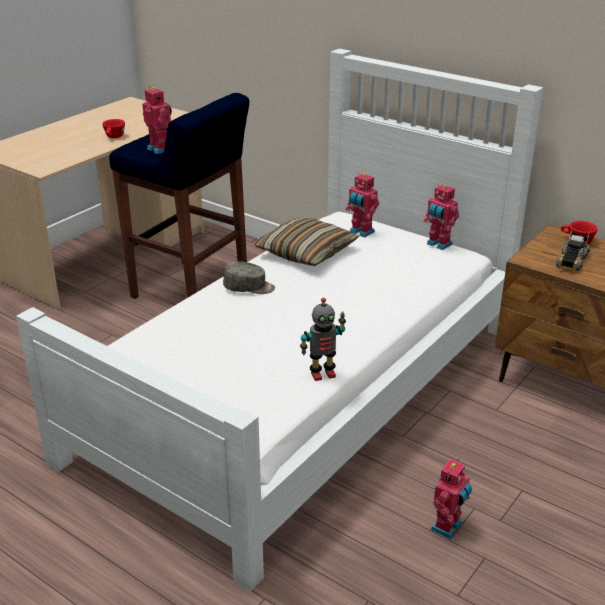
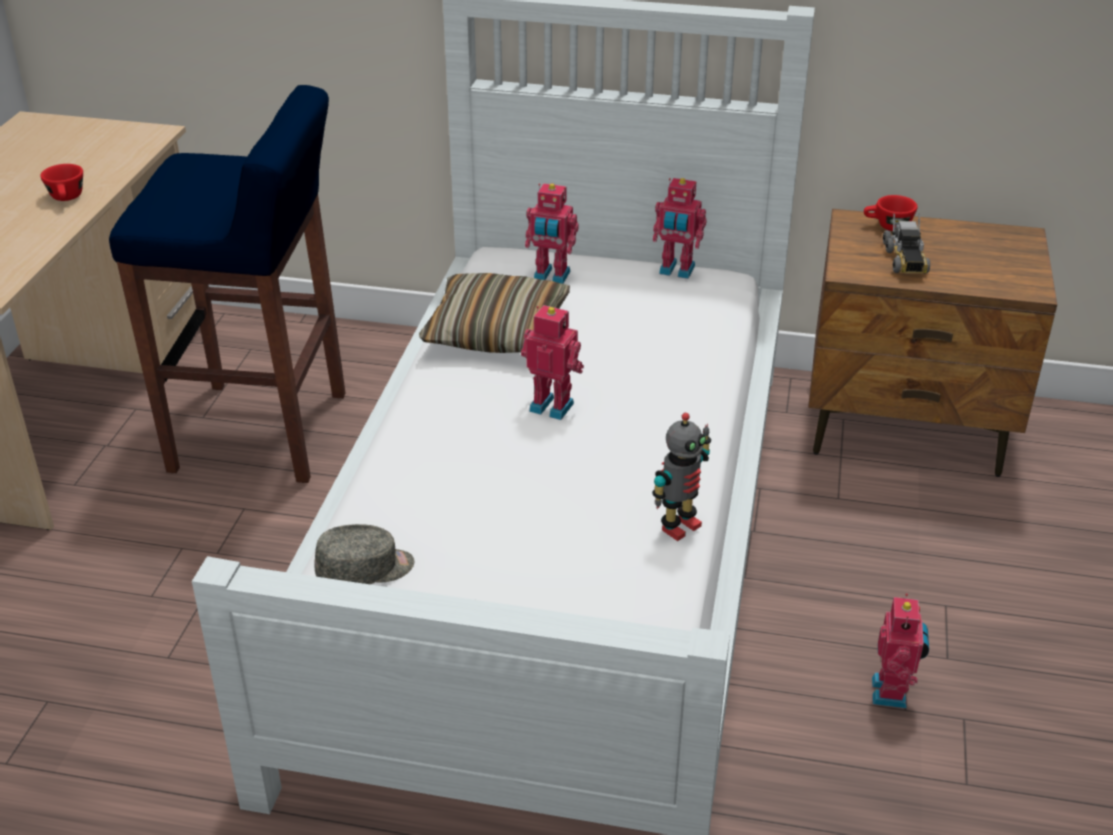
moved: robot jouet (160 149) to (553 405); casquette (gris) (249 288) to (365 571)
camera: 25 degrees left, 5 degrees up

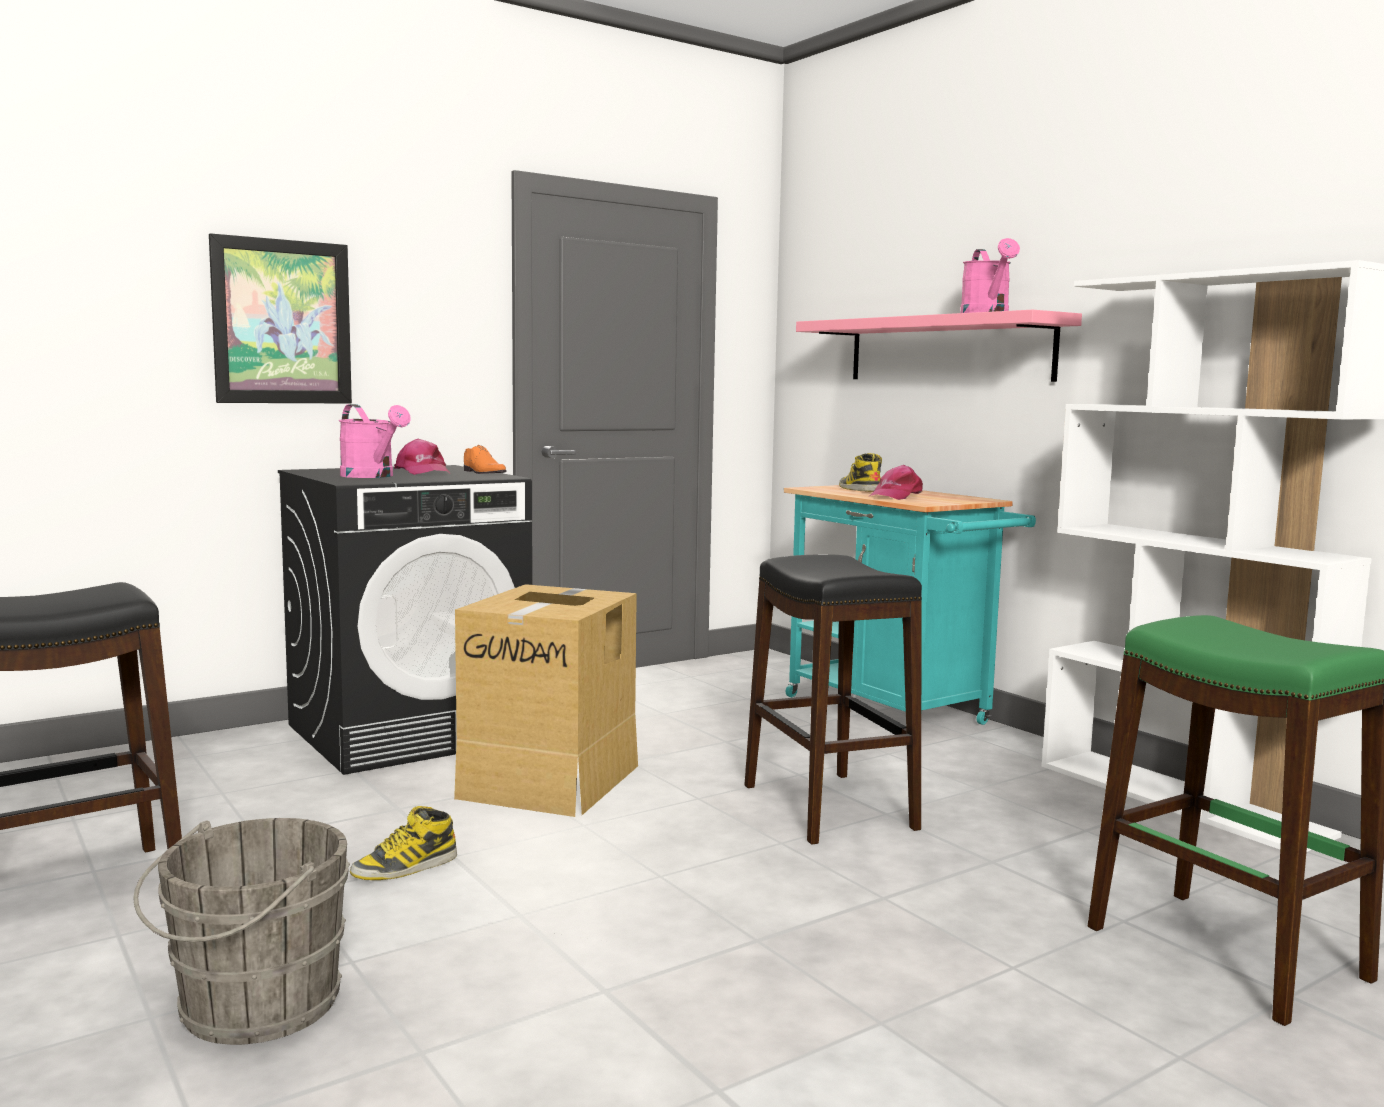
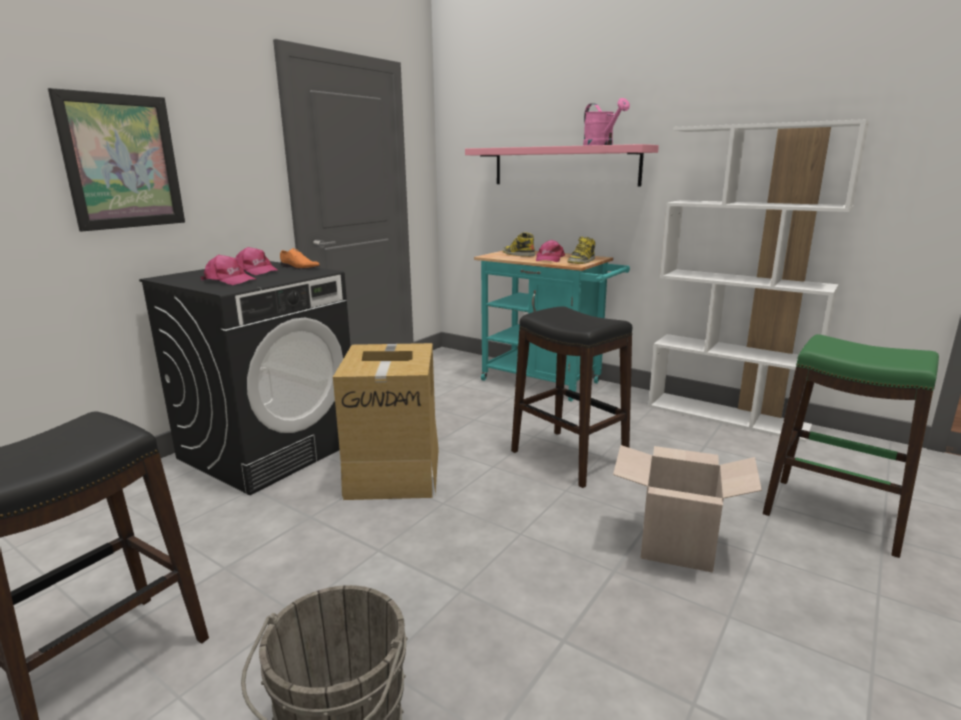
added: carton (676 546)
moved: botte (405 867) to (581 261)
replaced: arrosoir (rose) (372 476) to casquette (rose) (229 280)
camera: 20 degrees left, 10 degrees up

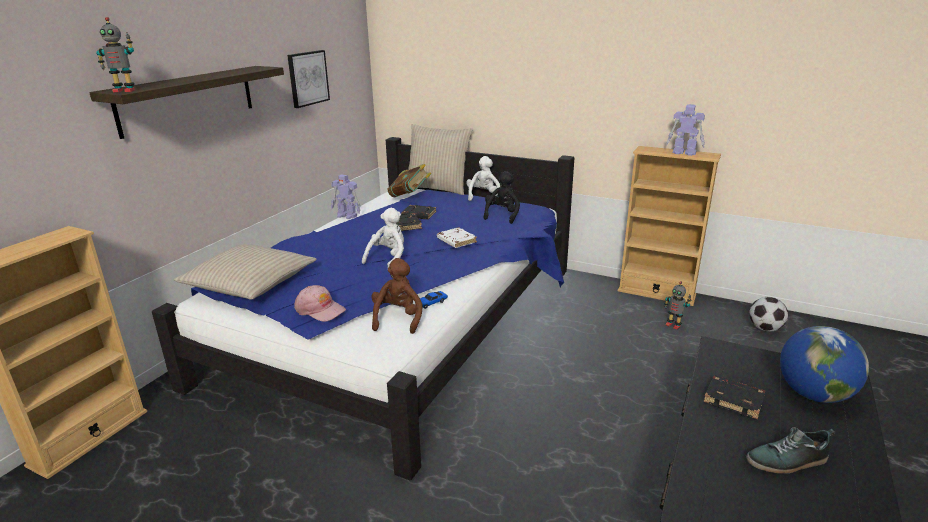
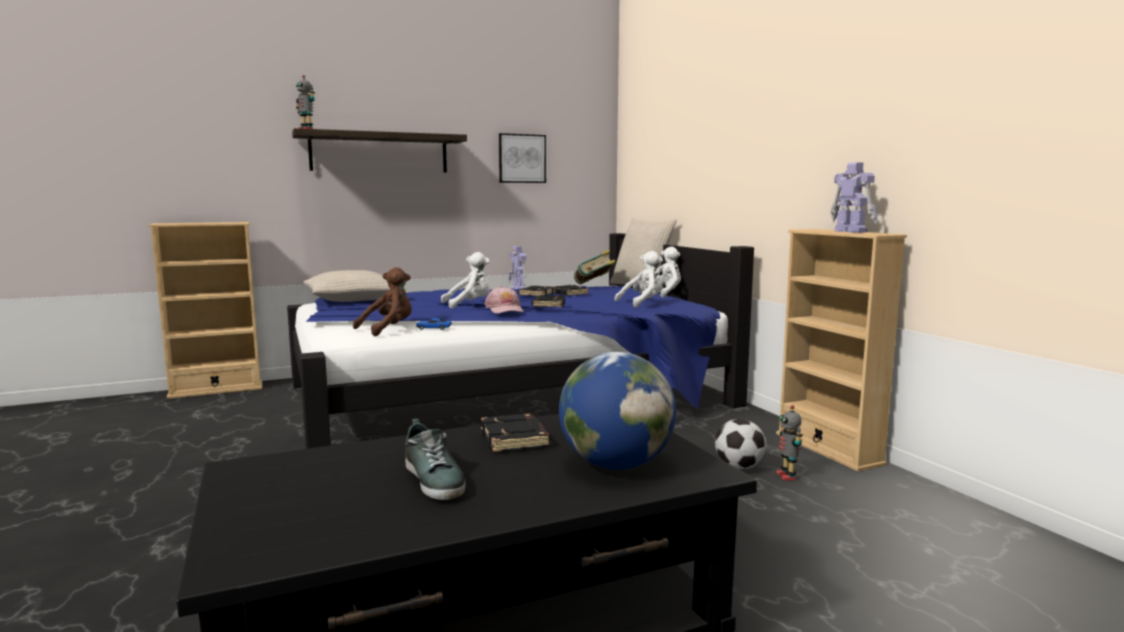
moved: casquette (rose) (320 309) to (505 309); ballon de foot (764 328) to (739 467)
recoloured: livre (blanc) (456 241) to livre (noir) (548 305); peluche (noir) (502 215) to peluche (blanc) (643 303)
turned: chaussure (787 461) = (435 479) 150 degrees counterclockwise
camera: 40 degrees right, 15 degrees down

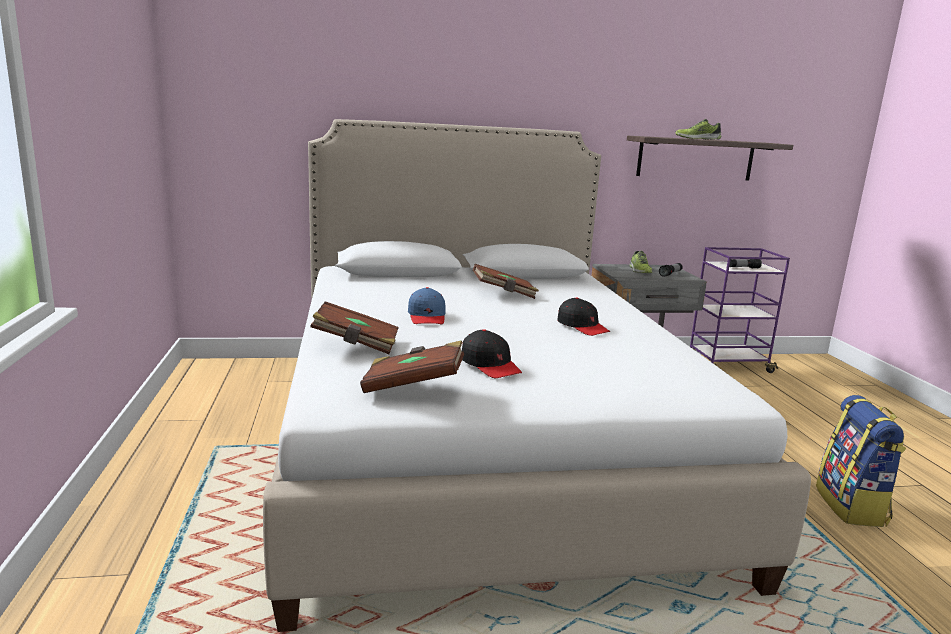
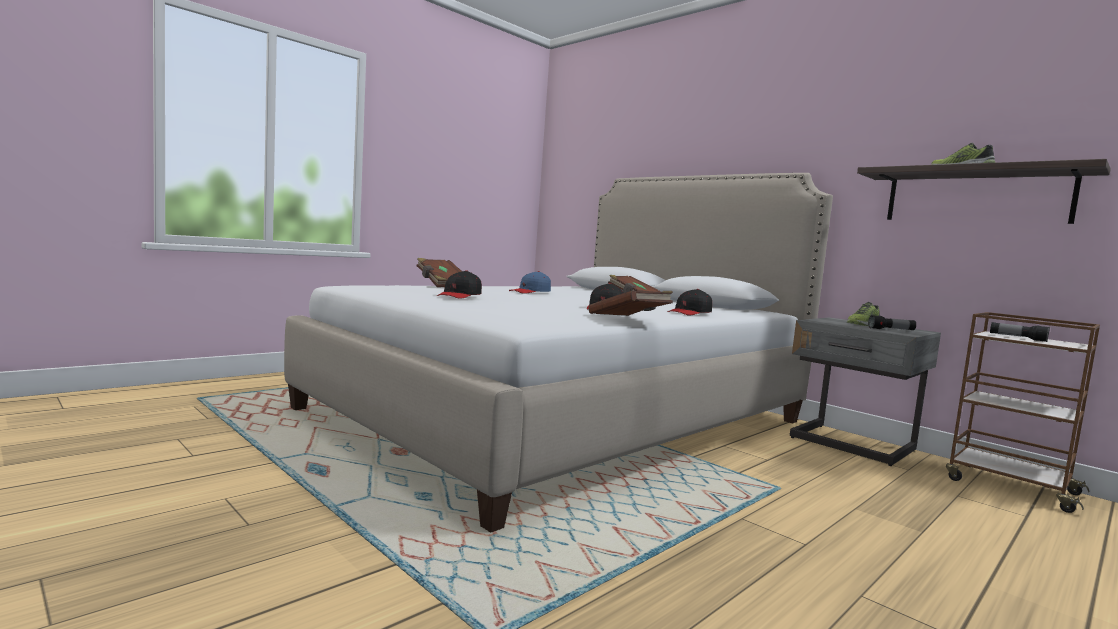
removed: sac à dos (852 506)
added: casquette (noir) (690 313)
moved: livre (marron) (413 386) to (629 320)
recoloured: chariot (violet) (728 365) to chariot (marron) (1009 486)
camera: 55 degrees right, 10 degrees down

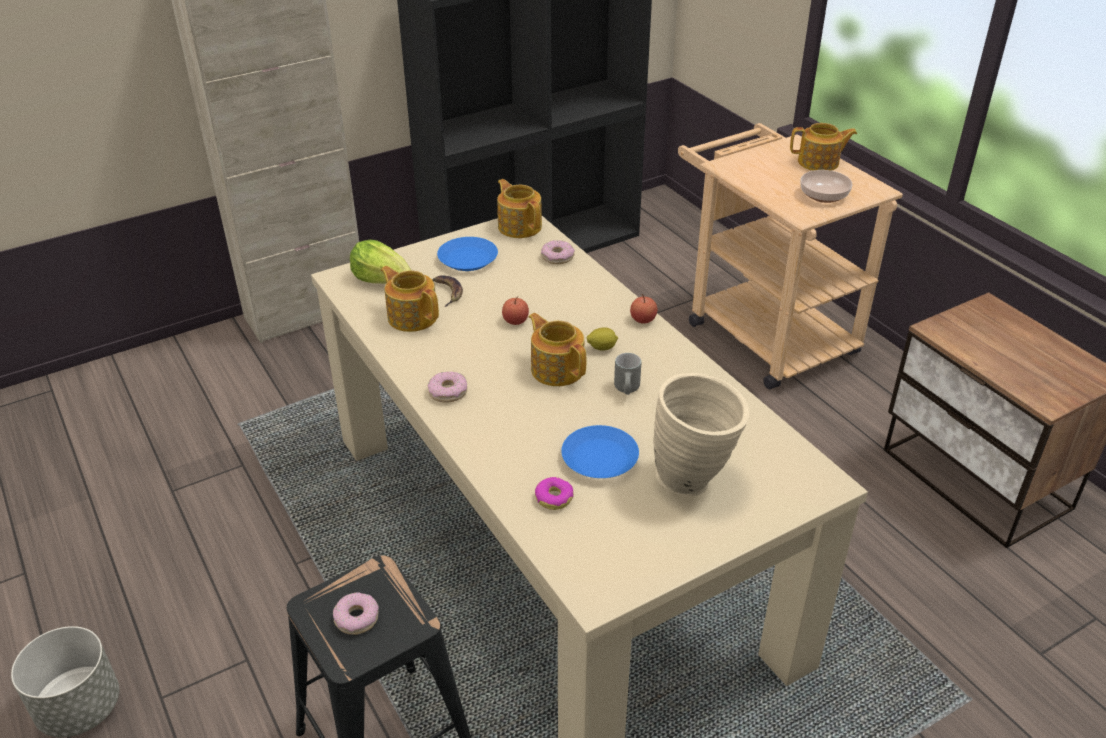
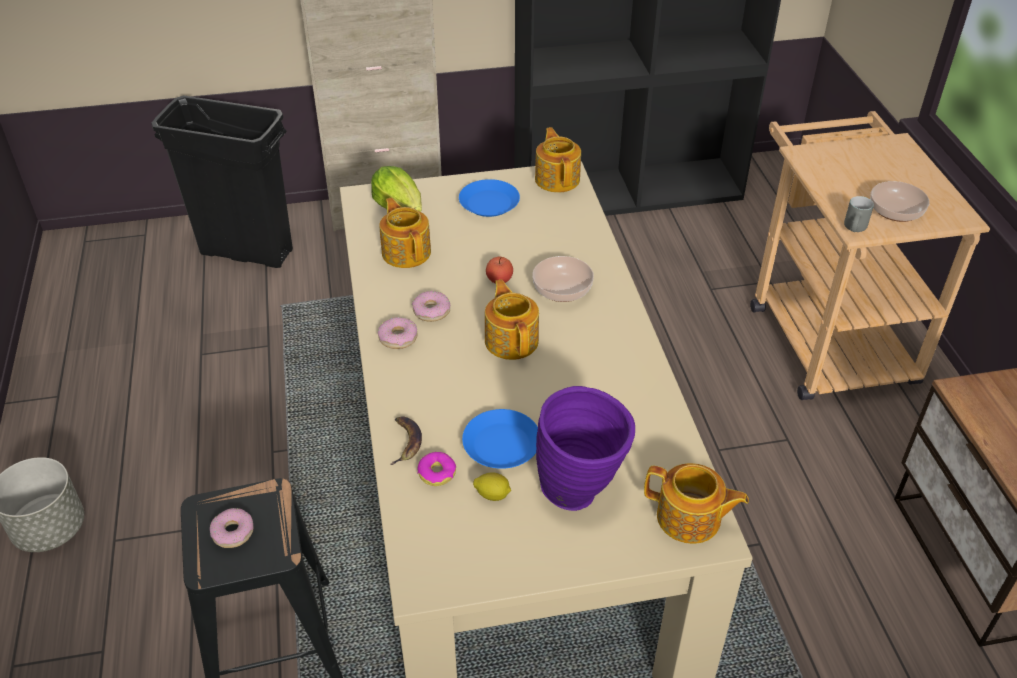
removed: pomme (643 319)
added: poubelle (noir) (247 252); bol (561 289)
moved: banane (448 292) to (405 441); beignet (557 257) to (431 311); citron (602 348) to (492 495); mug (gris) (628 390) to (855 230); théière (819 162) to (690 519)
recoloured: vase (beige) (695 479) to vase (violet) (581 493)
camera: 20 degrees right, 5 degrees up

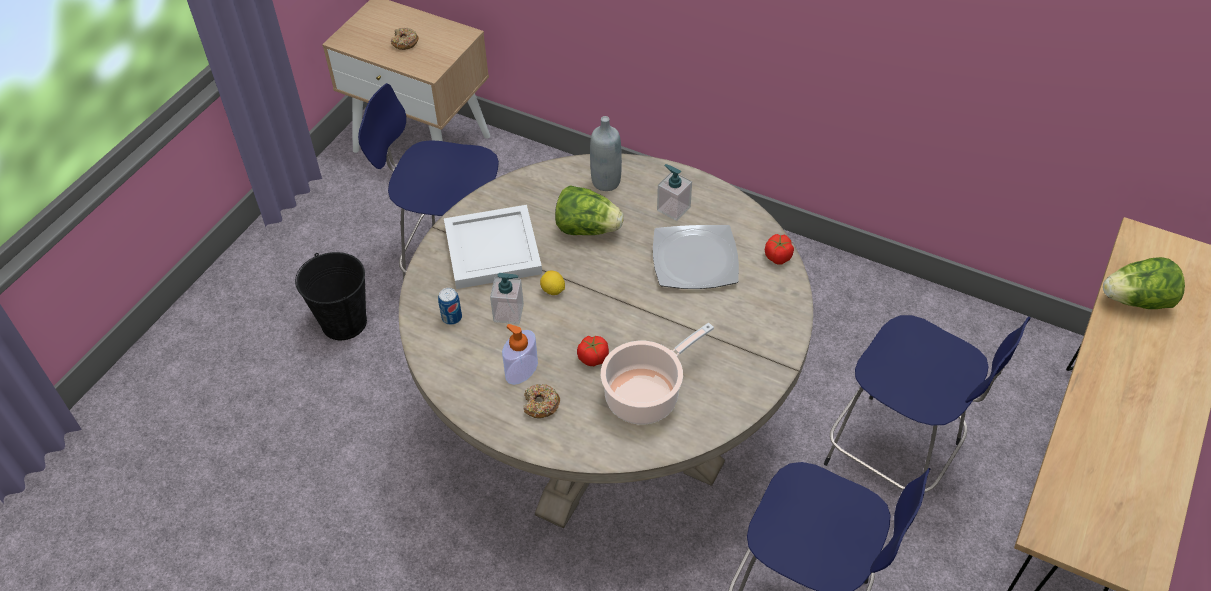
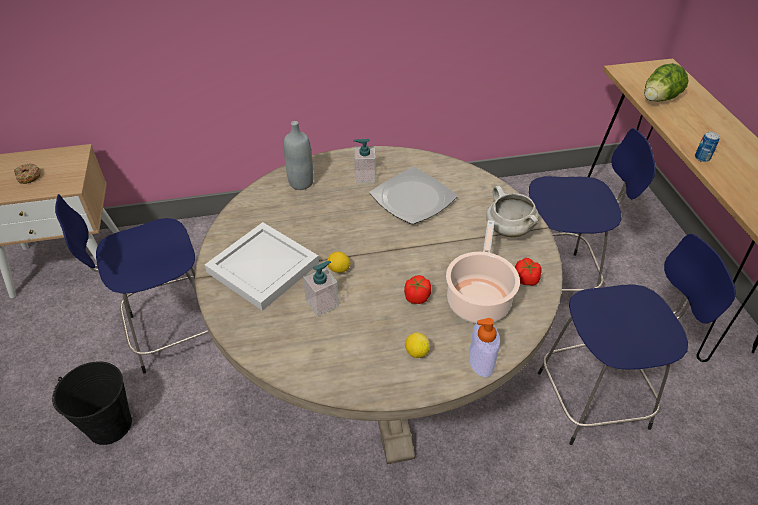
removed: laitue (587 228)
added: marmite (blanc) (508 230)
moved: boîte métallique (452 318) to (702 158); distributeur de savon (521 370) to (481 360); tomate (778 257) to (526 279)
replaced: beignet (541 405) to citron (416 352)
camera: 40 degrees left, 5 degrees down

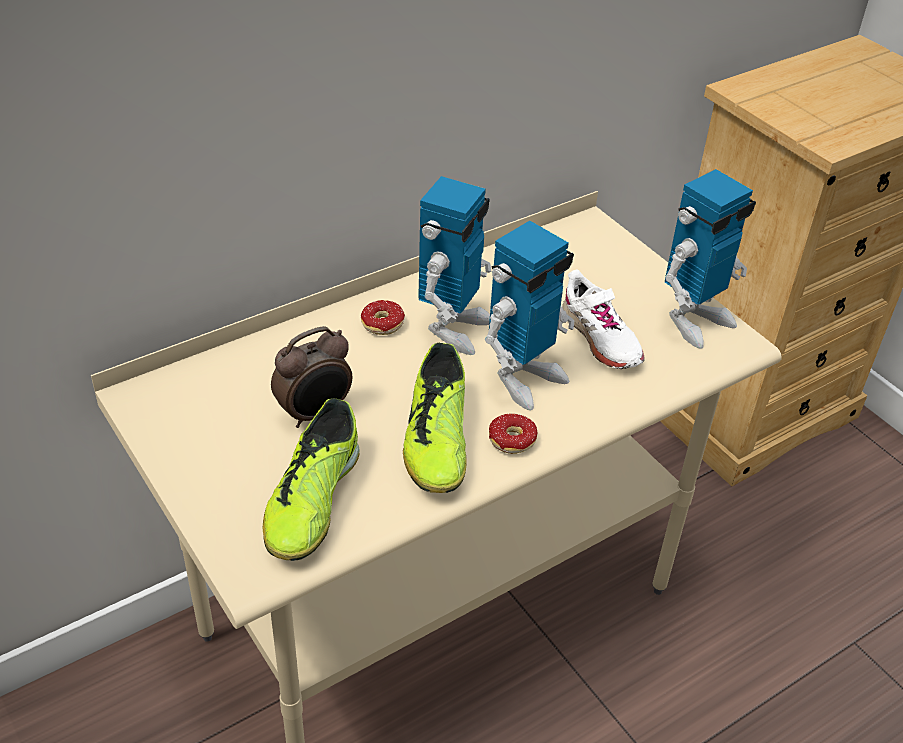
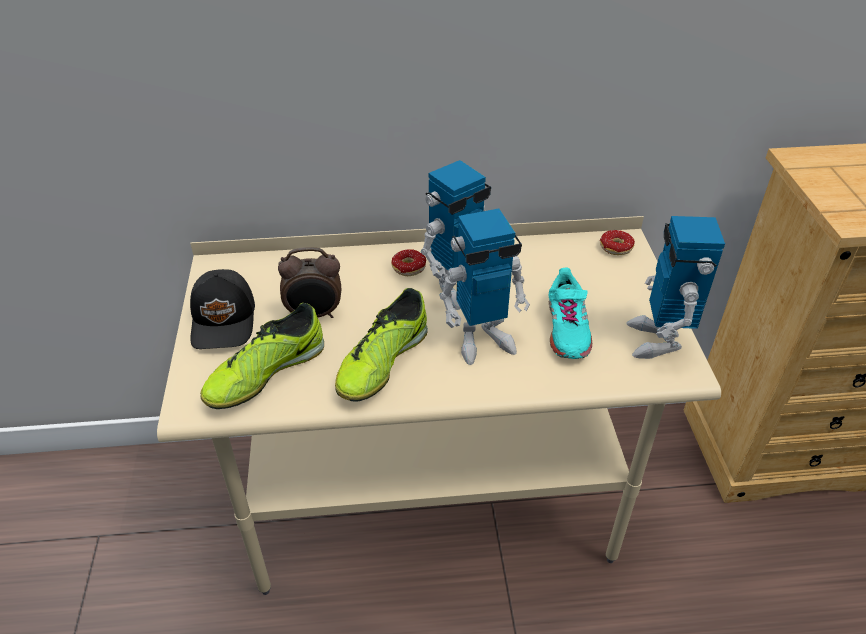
added: casquette (noir) (225 320)
moved: beignet (514 446) to (615 251)
recoloured: chaussure (blanc) (600 338) to chaussure (turquoise) (566 329)
turned: robot jouet (694 320) = (658 340) 105 degrees clockwise
camera: 30 degrees right, 0 degrees up

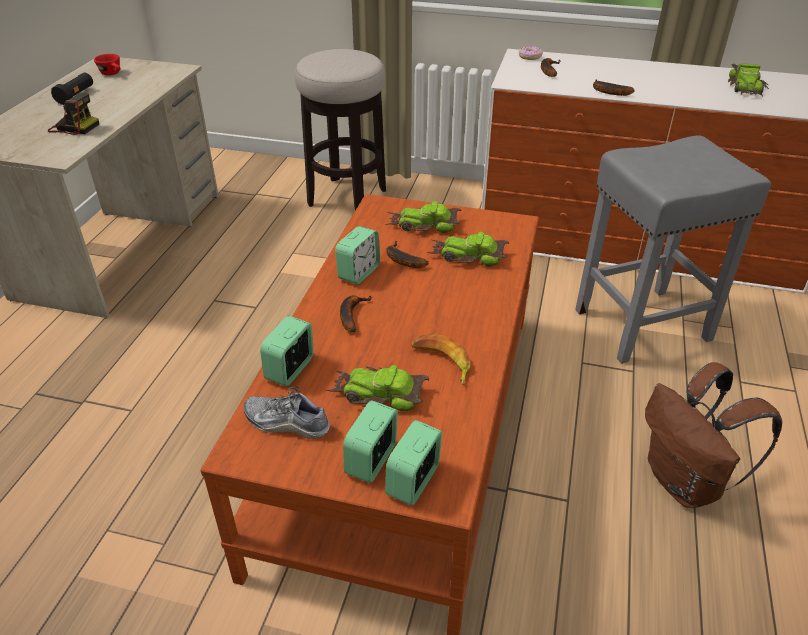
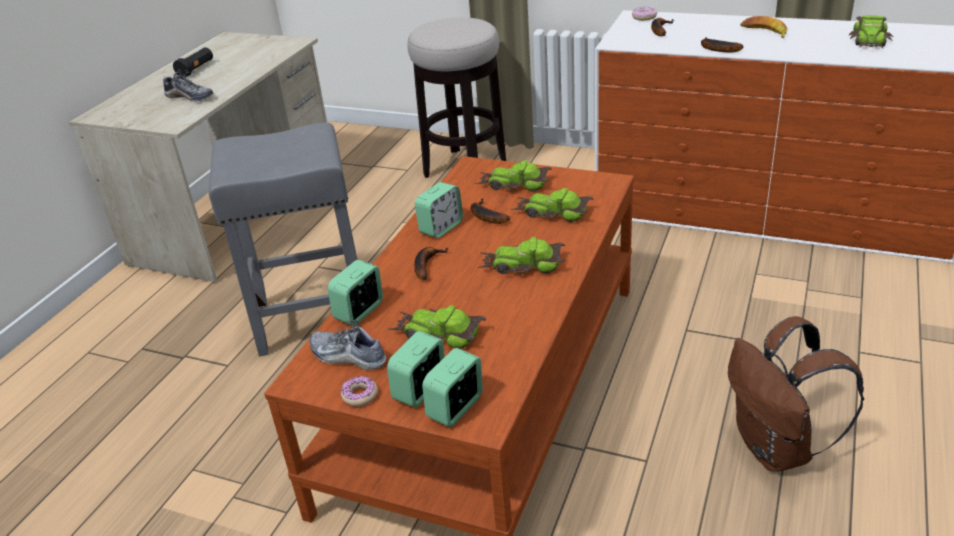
removed: tasse (rouge) (113 74)
added: beignet (360 395); petite voiture (522 265)
moved: banane (442 362) to (764 32); tabouret (gris) (640 325) to (310 319)
replaced: appareil photo (73 127) to chaussure (190 97)
camera: 10 degrees right, 5 degrees down

